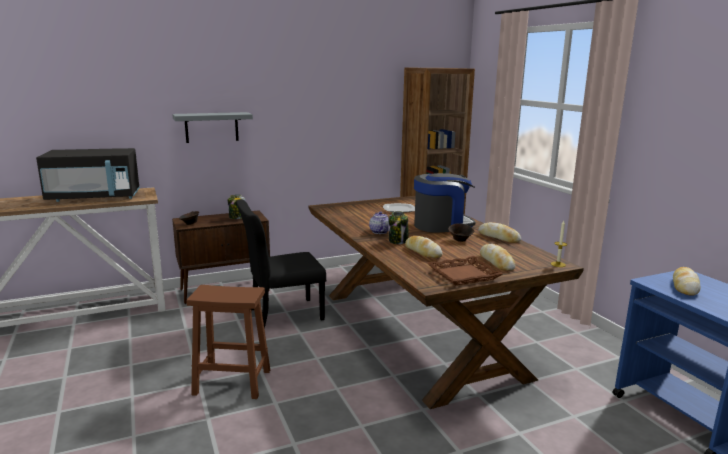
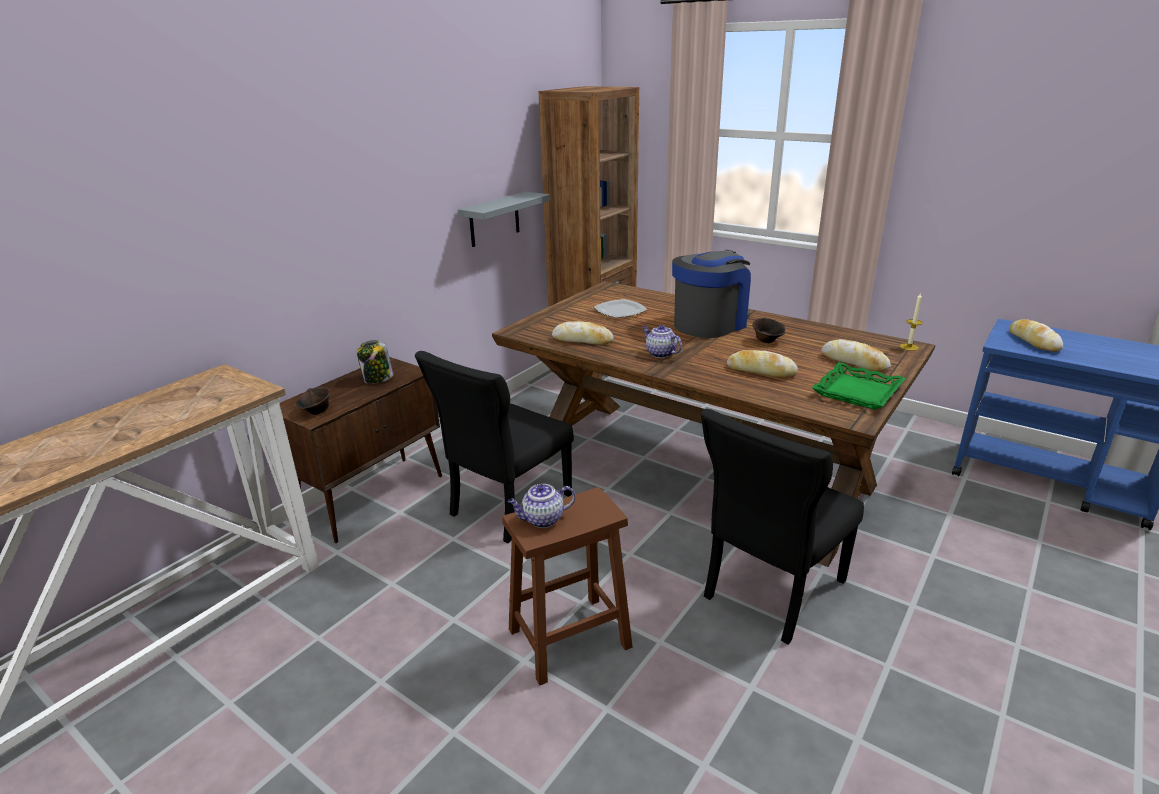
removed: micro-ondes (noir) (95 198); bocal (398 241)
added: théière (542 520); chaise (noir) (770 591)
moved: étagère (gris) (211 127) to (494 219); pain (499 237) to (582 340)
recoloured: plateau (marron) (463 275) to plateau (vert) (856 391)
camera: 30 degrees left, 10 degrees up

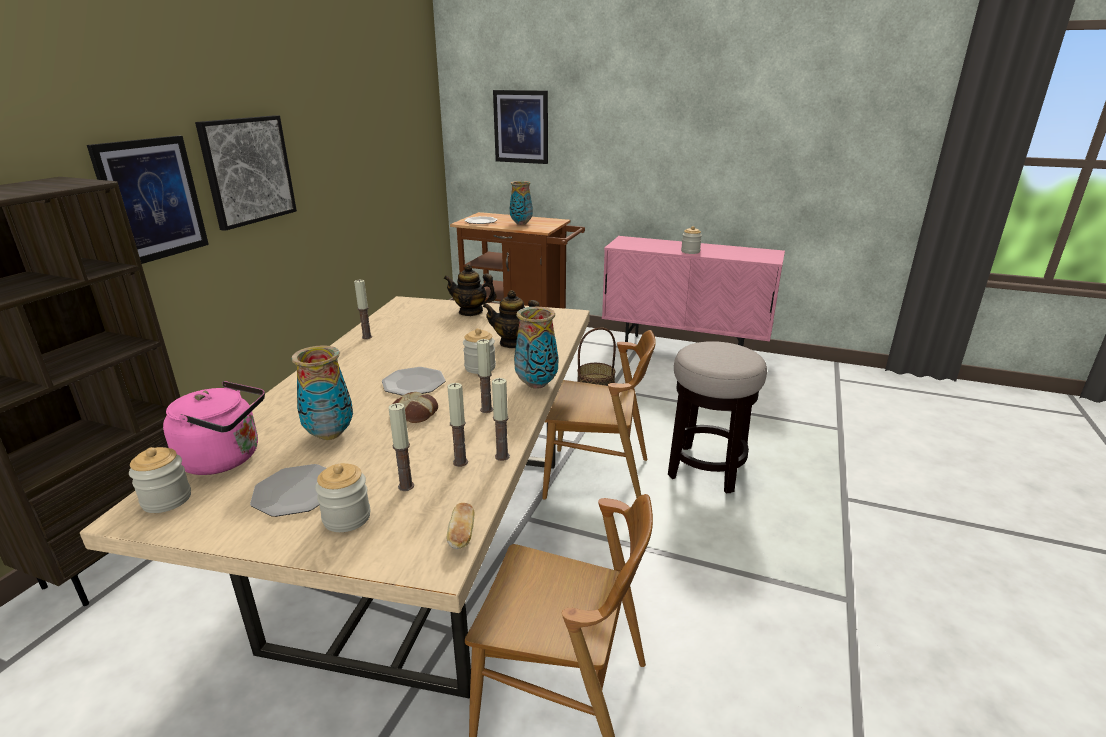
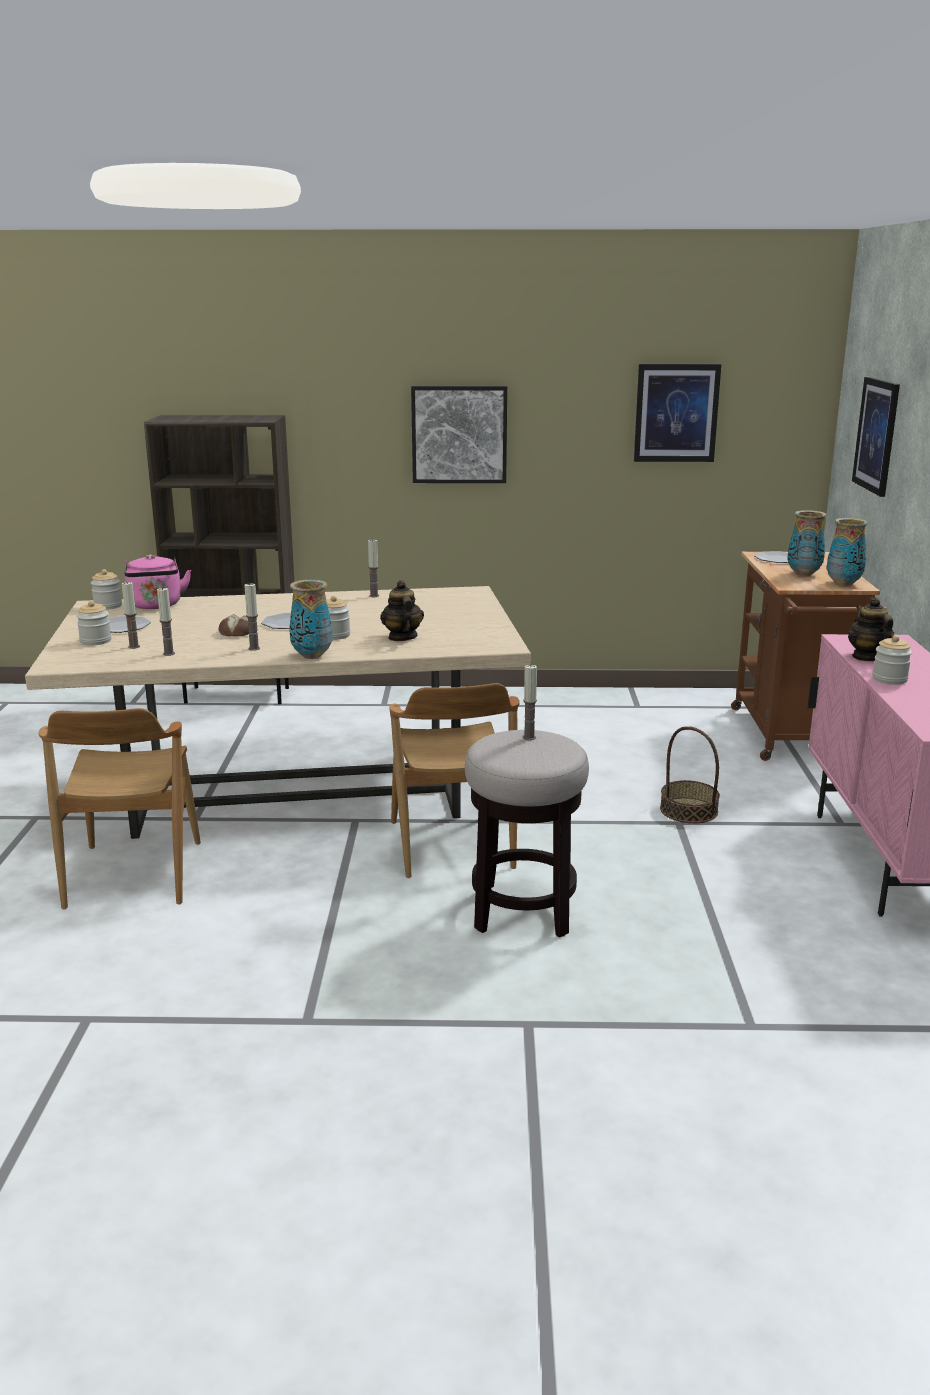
removed: pain (462 535)
moved: tableau (152 199) to (676 413); vase (329 434) to (843 584); théière (471 312) to (867 657); bougie (502 456) to (529 737)
camera: 70 degrees right, 5 degrees down

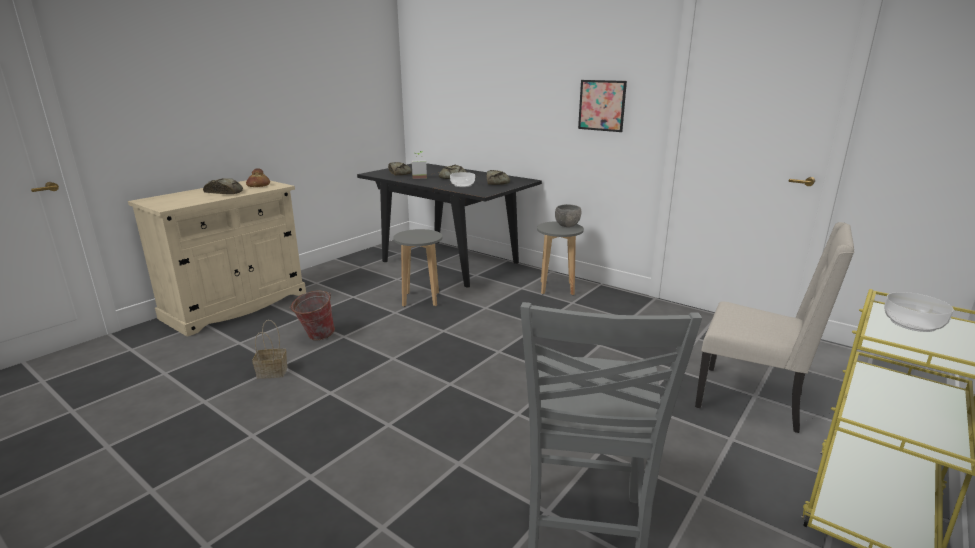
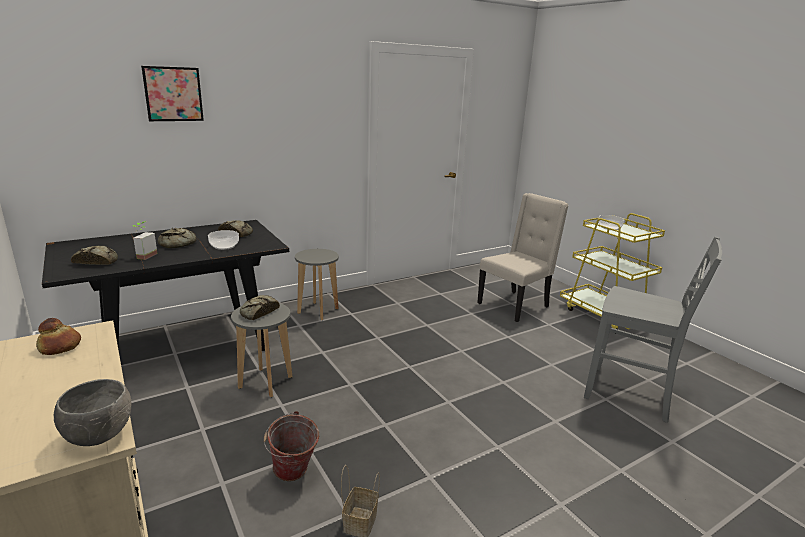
moved: pain (225 192) to (258 312); bol (gris) (567 226) to (99 435); tableau (602 105) to (173 94)
camera: 70 degrees left, 0 degrees up

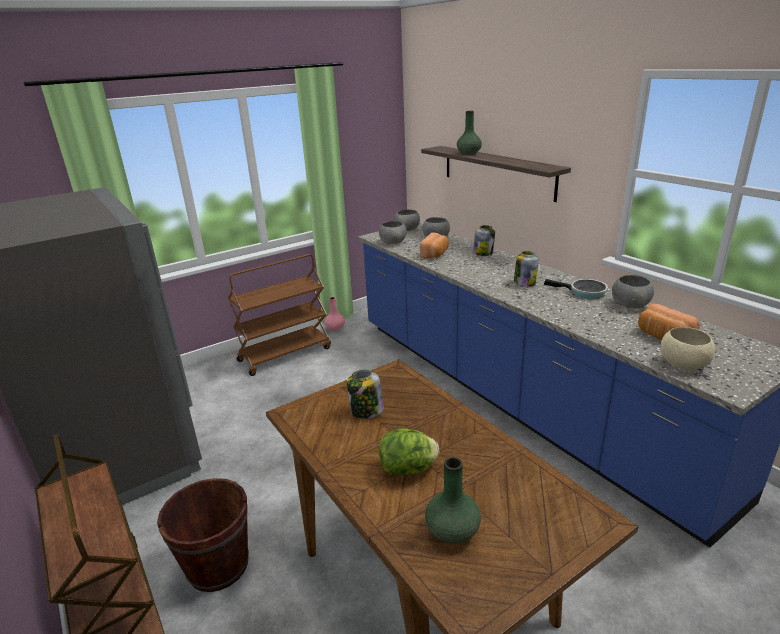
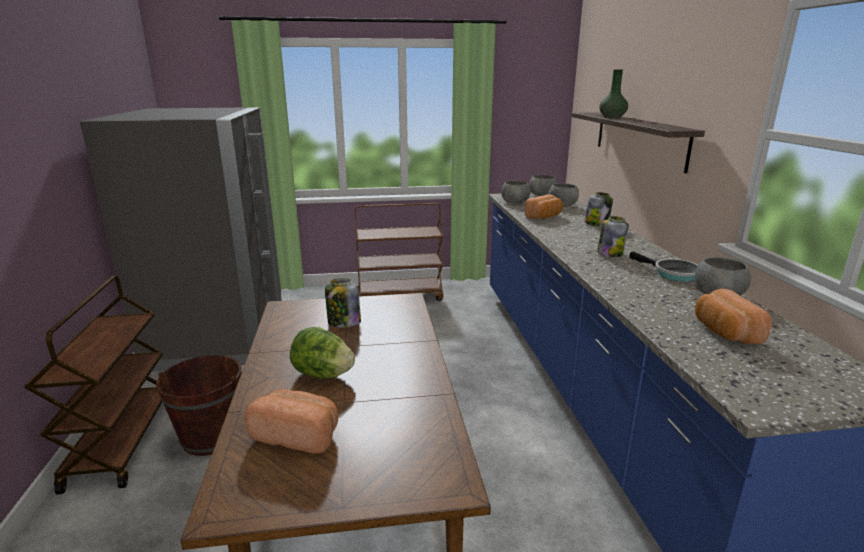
removed: vase (rose) (335 328); bol (beige) (683 364)
replaced: vase (vert) (453 531) to pain (298 435)
camera: 25 degrees right, 5 degrees down

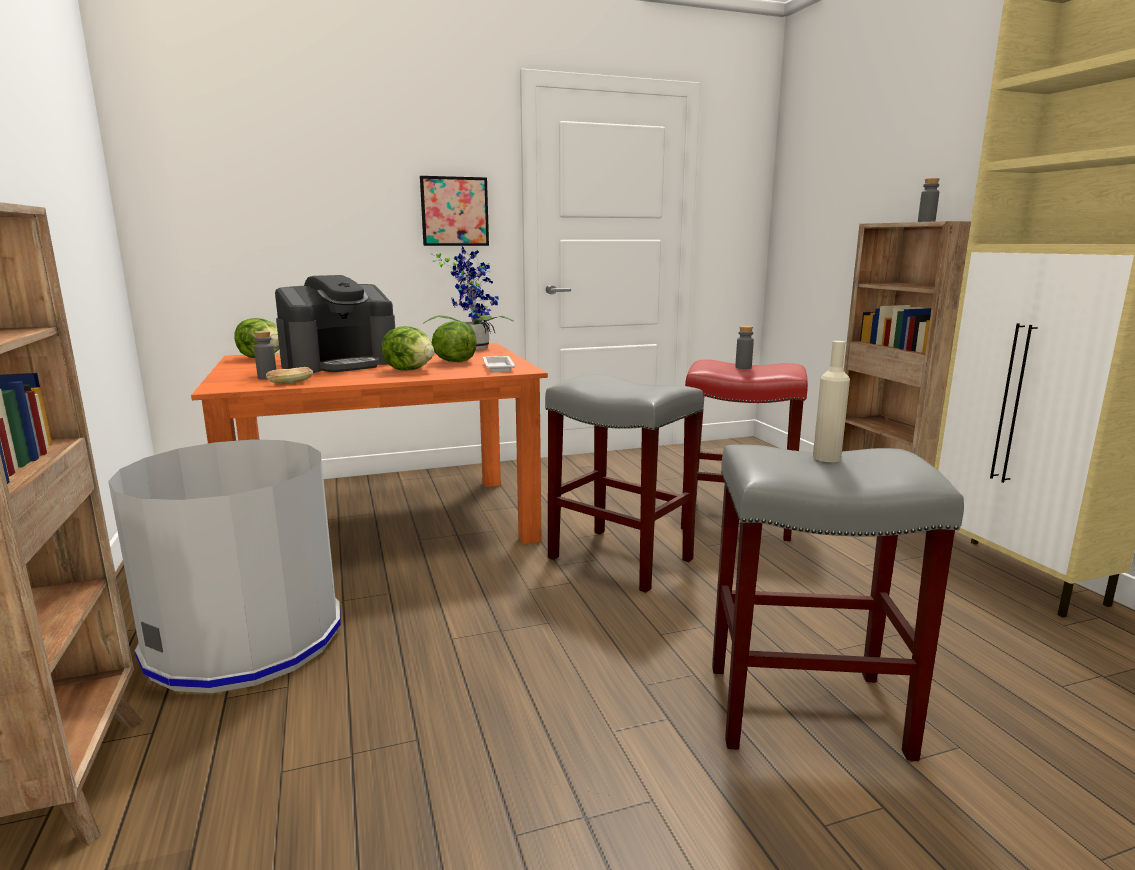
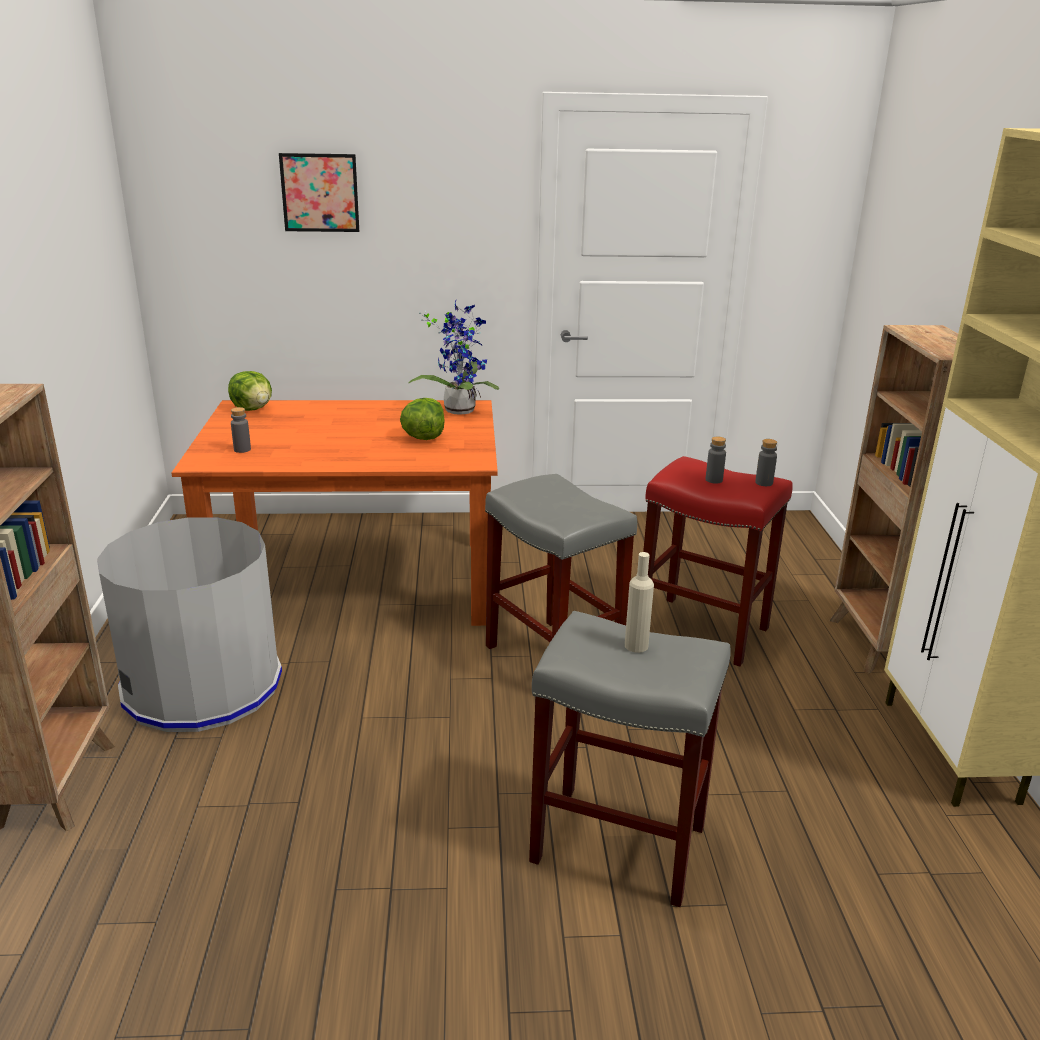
removed: pain (290 383); machine à café (340 364); laitue (410 370); plateau (blanc) (498 367)
moved: tableau (454 211) to (320 193); bouteille (gris) (926 222) to (764 483)
camera: 15 degrees right, 10 degrees up

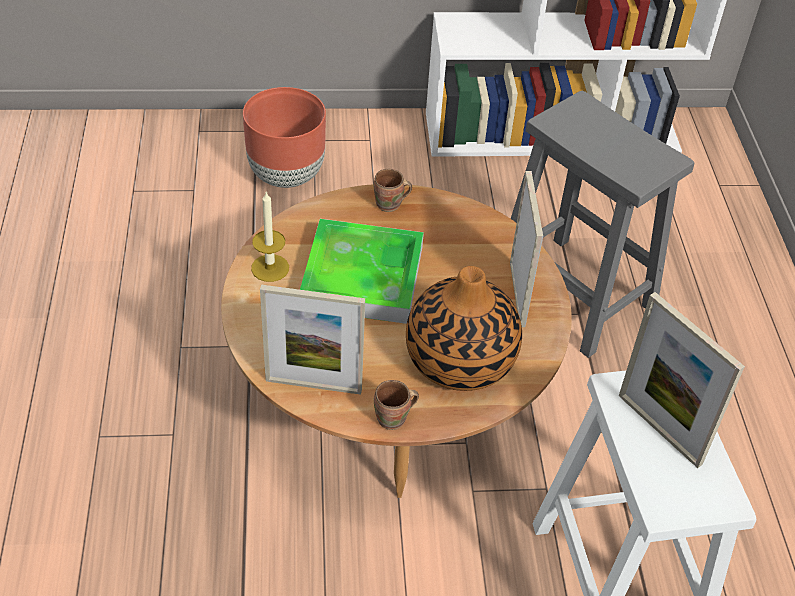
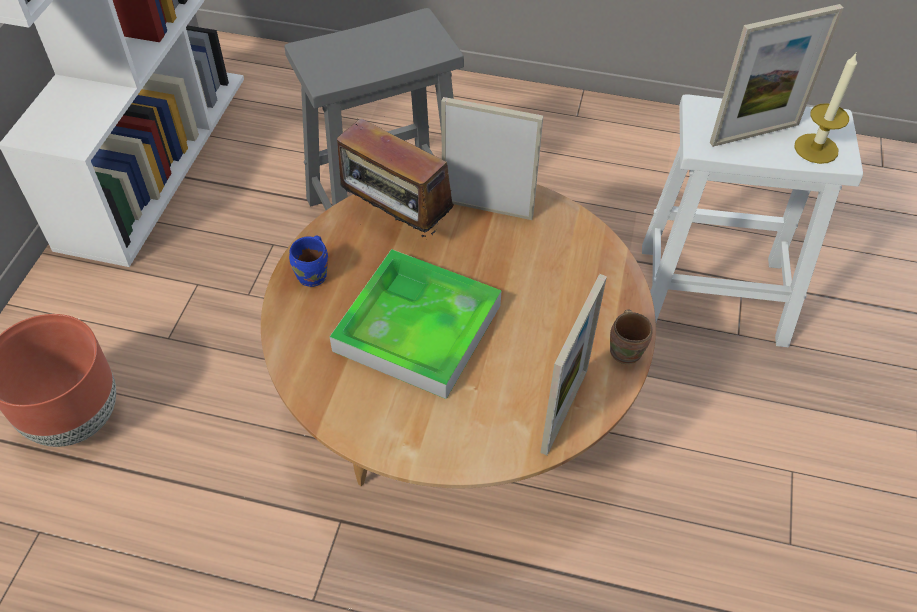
removed: vase (460 360)
added: radio (396 221)
moved: bougie (270 268) to (816 148)
recoloured: mug (marron) (390 205) to mug (bleu) (314 275)
camera: 70 degrees left, 5 degrees up

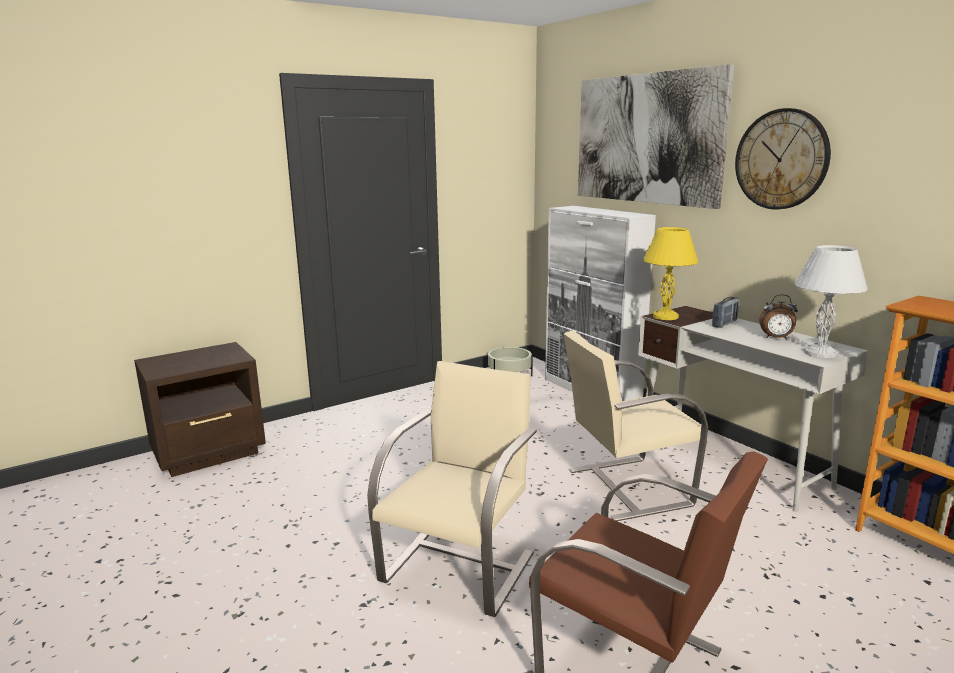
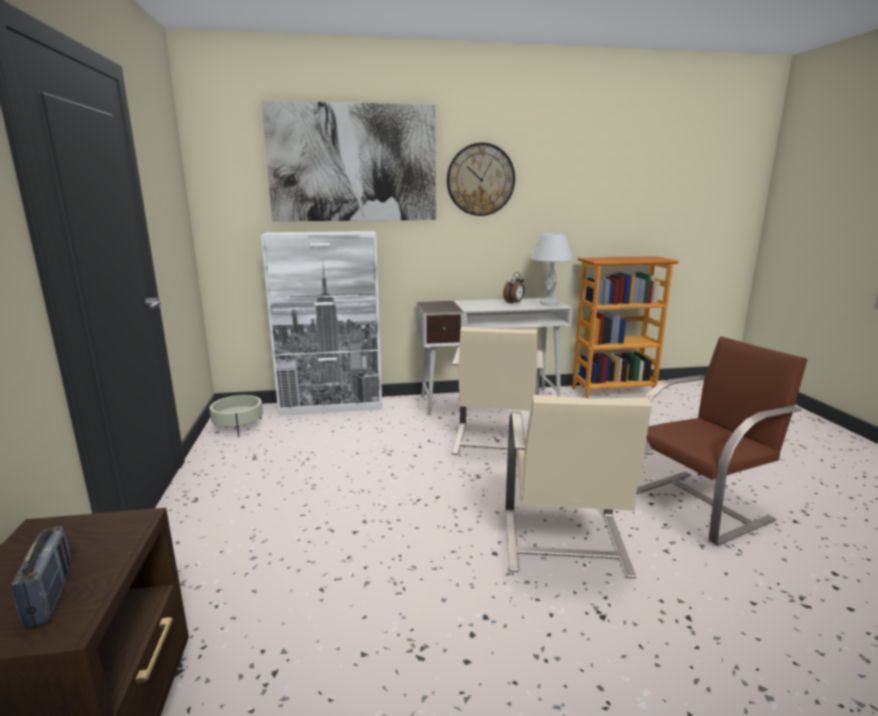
removed: lampe de table (jaune) (666 316)
moved: radio (724 324) to (50 596)
turned: chaise (beige) (460 566) = (564 543) 135 degrees counterclockwise
camera: 65 degrees left, 0 degrees up

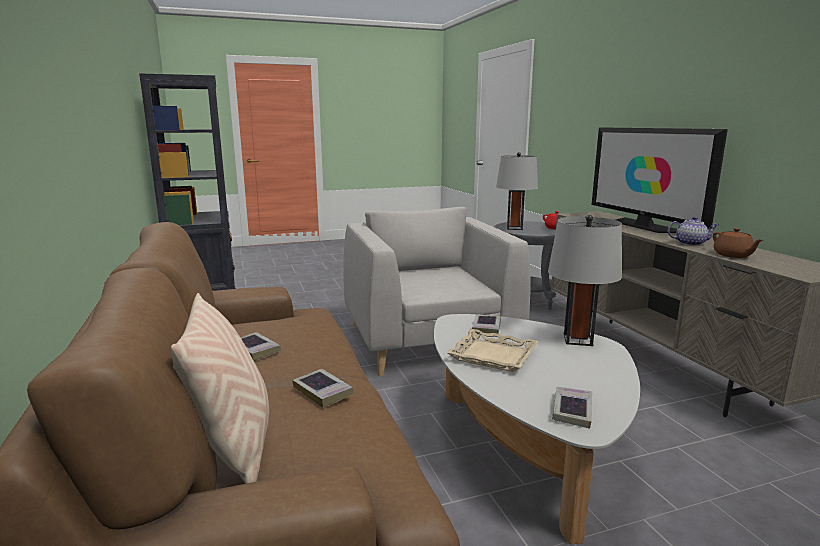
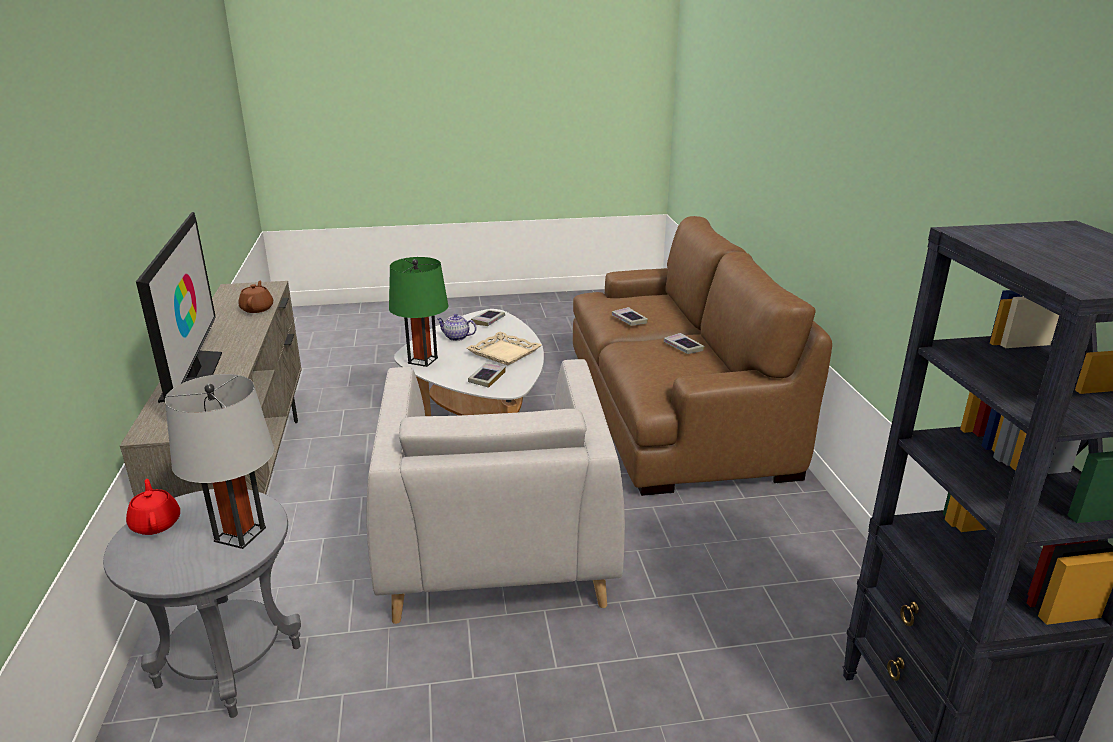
removed: coussin (beige) (234 446)
moved: théière (690 243) to (456 337)
recoloured: lampe de table (gris) (578 340) to lampe de table (vert) (423 360)
camera: 170 degrees left, 10 degrees up

